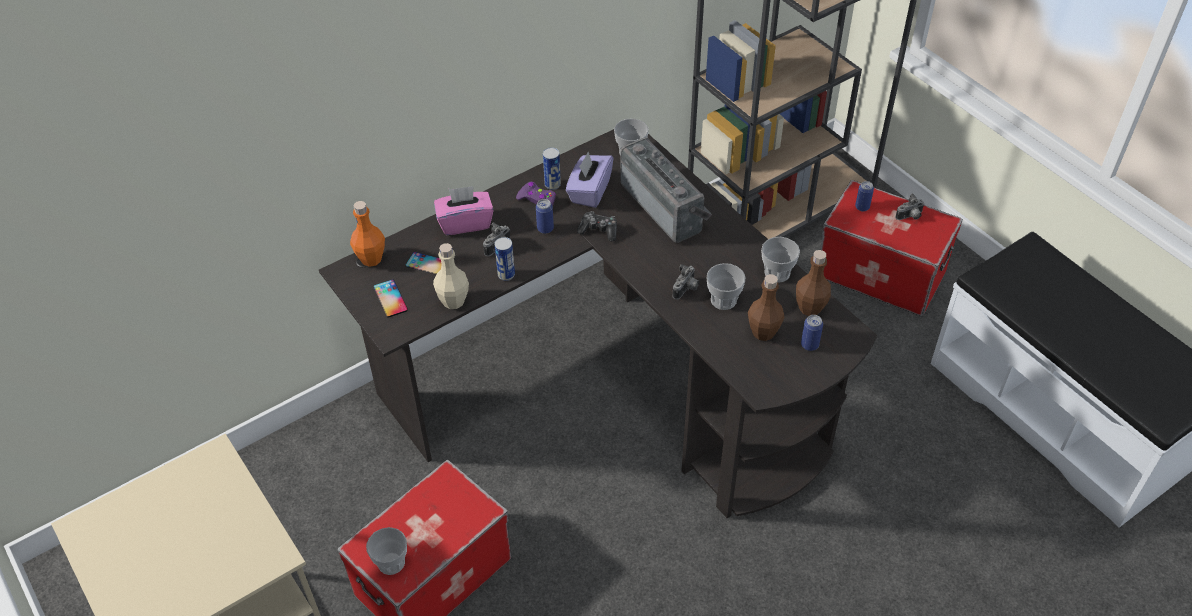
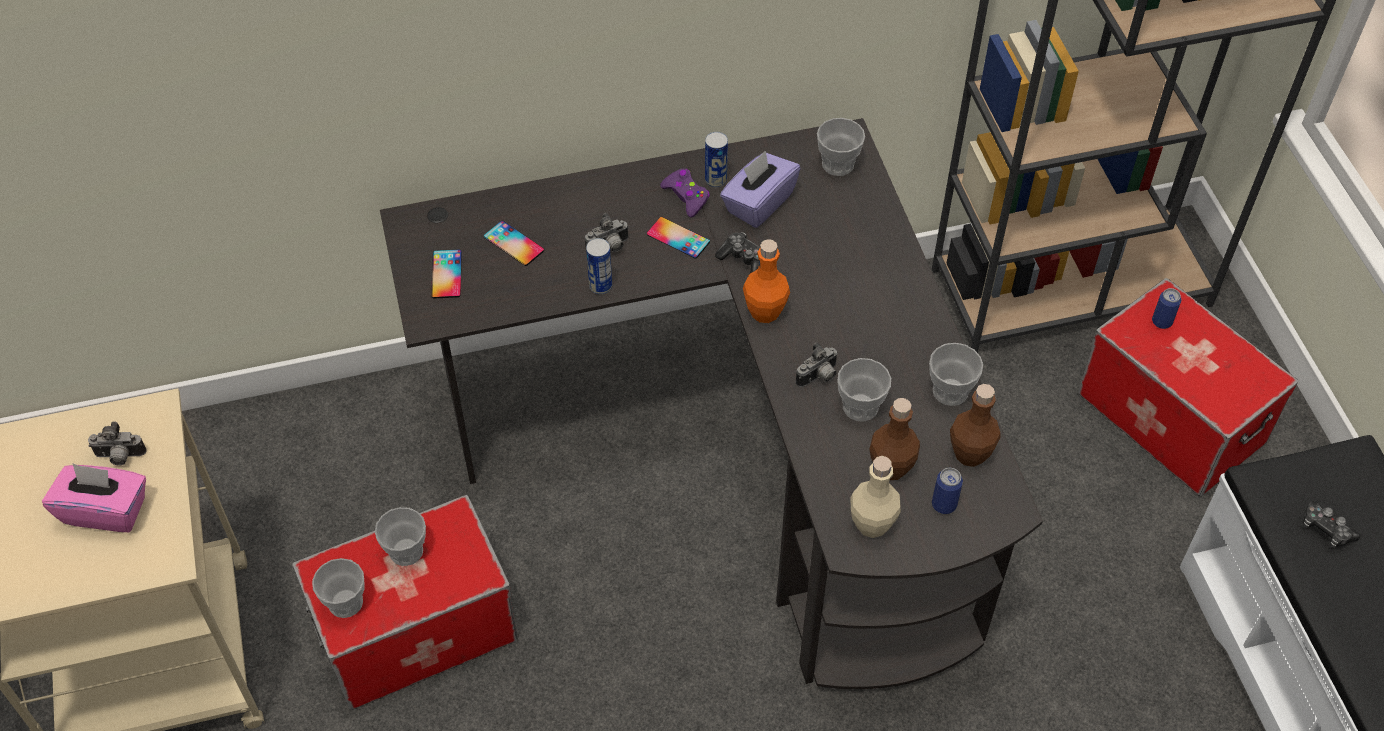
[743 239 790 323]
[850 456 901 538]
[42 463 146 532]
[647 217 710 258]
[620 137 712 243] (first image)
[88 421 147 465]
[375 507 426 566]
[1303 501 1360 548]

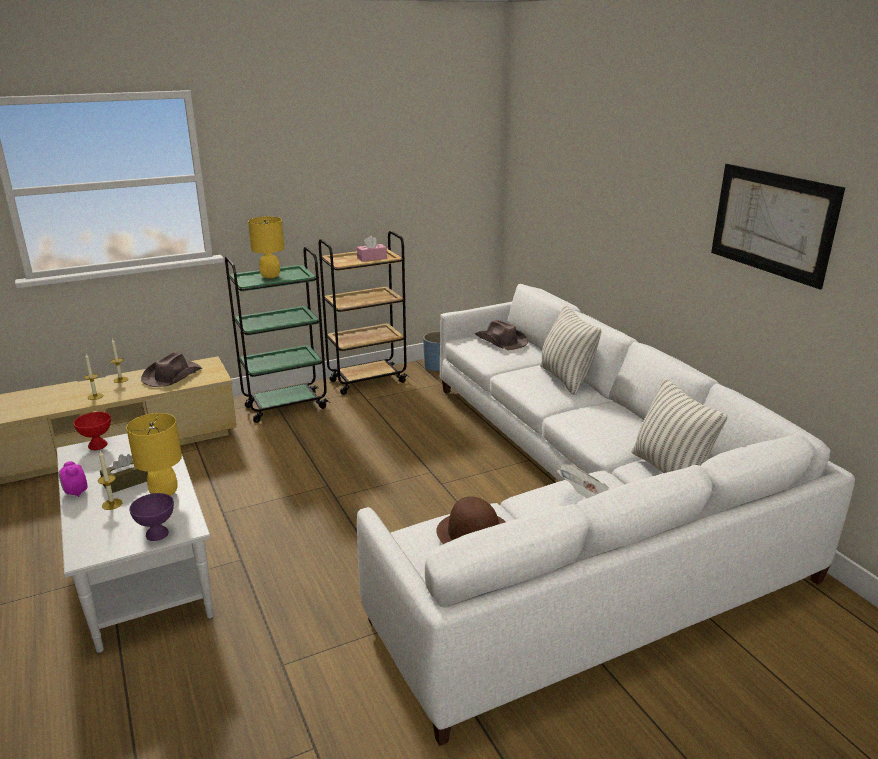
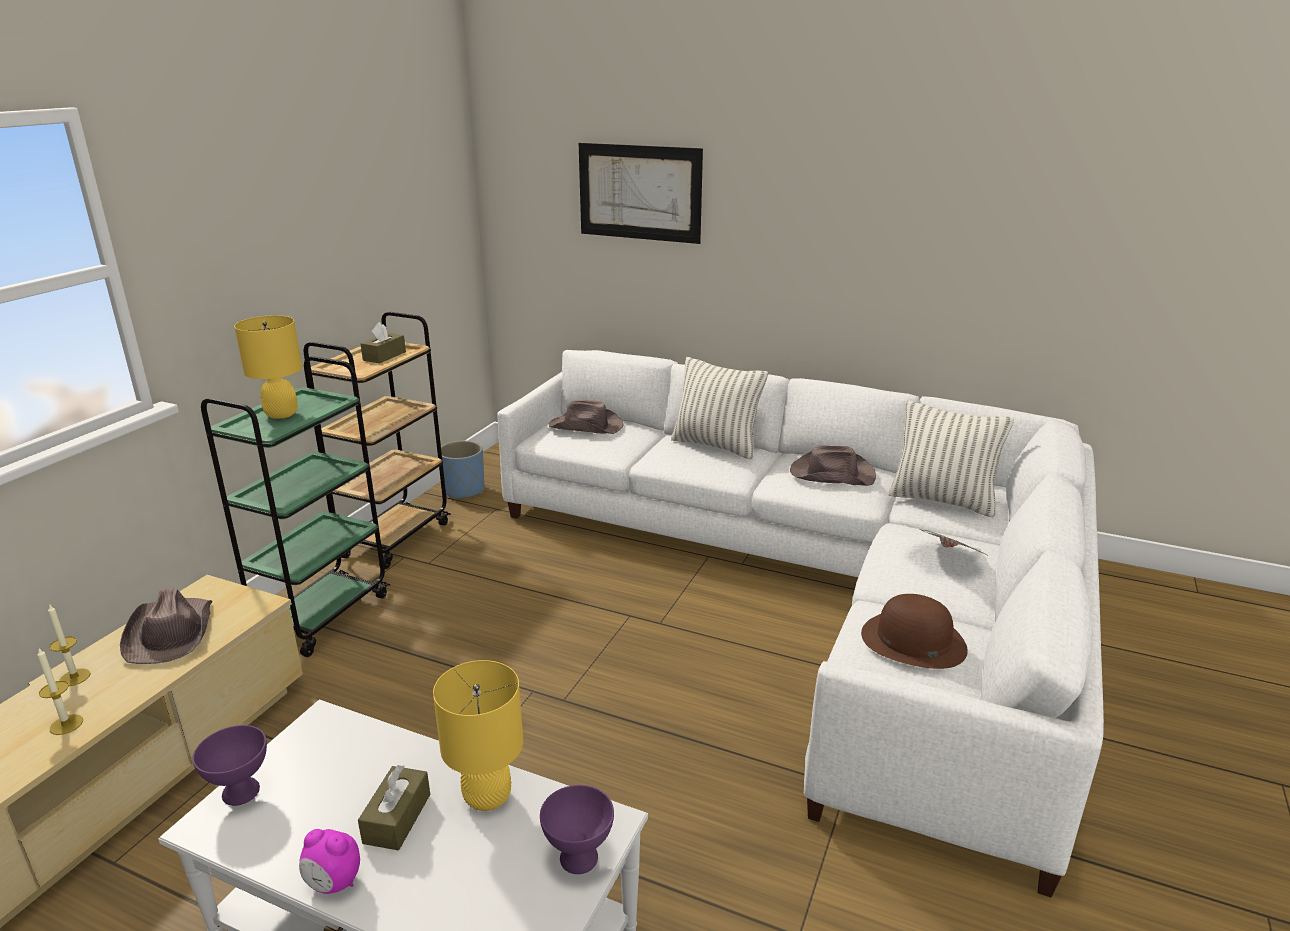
[192 725 267 806]
[98 451 123 510] (first image)
[361 322 406 363]
[579 143 703 244]
[790 445 876 486]

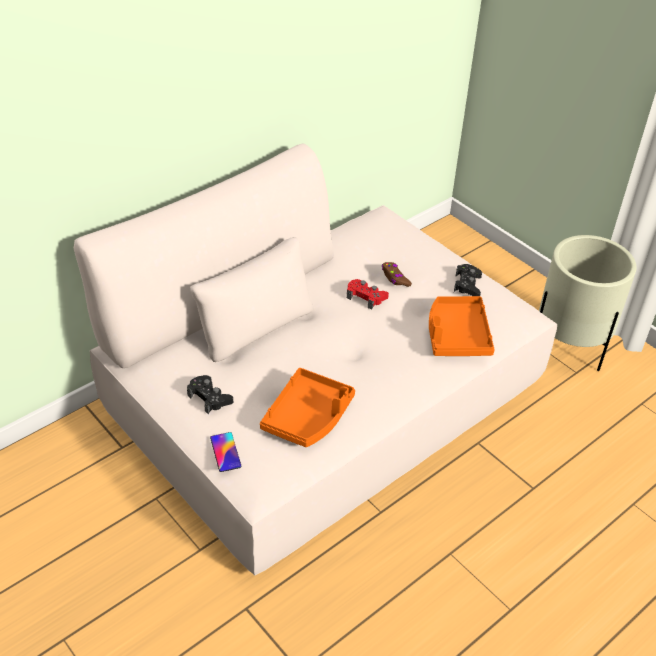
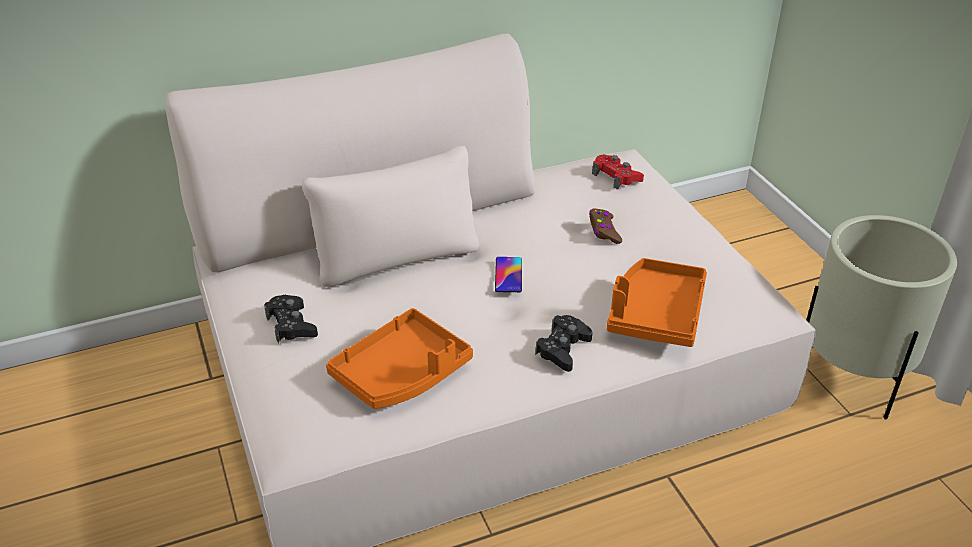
[495 257 522 292]
[592 154 644 190]
[535 315 592 372]

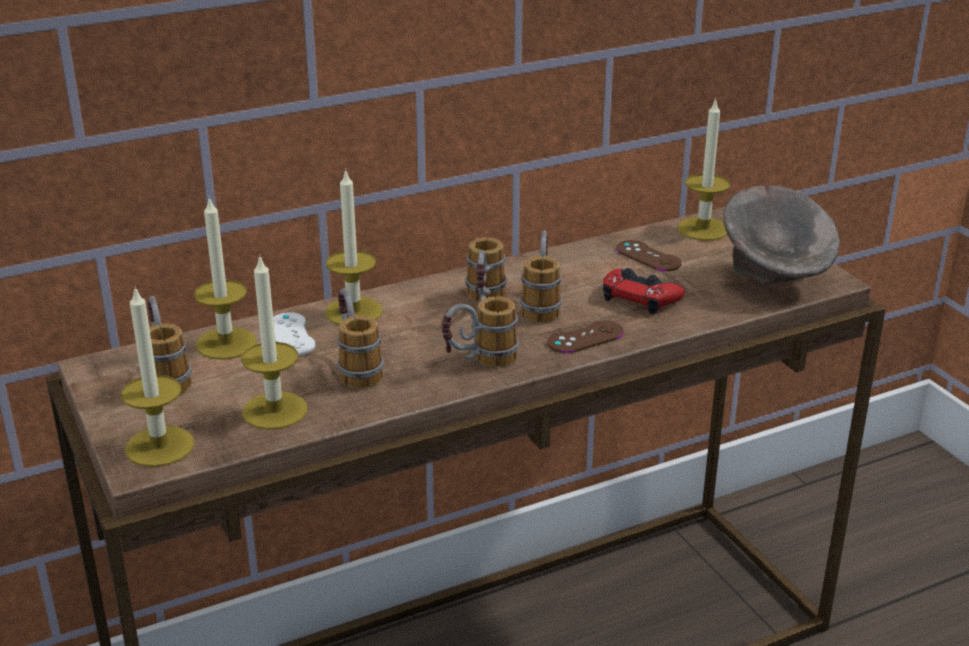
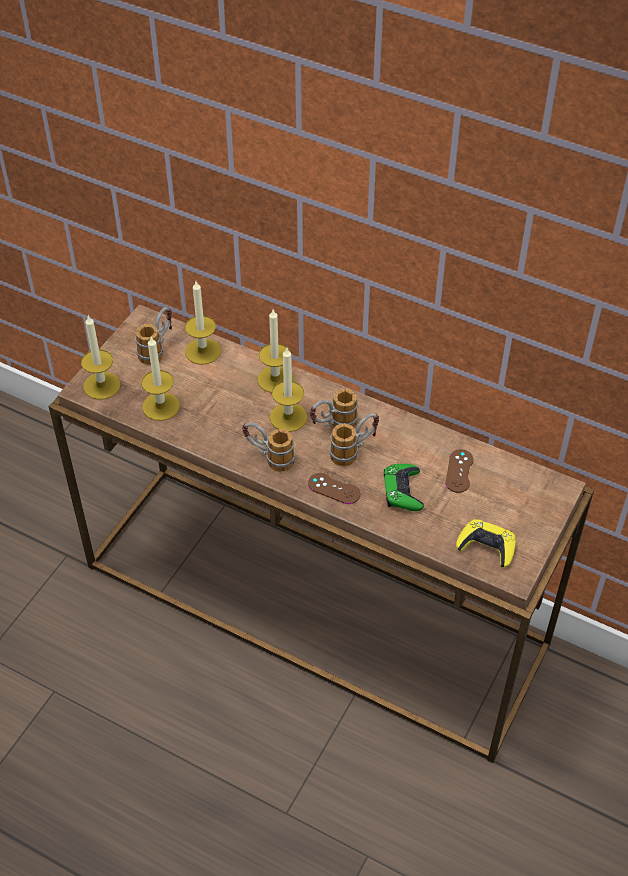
[273 312 315 356] (first image)
[337 288 384 389] (first image)
[384 464 424 511]
[270 348 307 432]
[456 519 516 568]

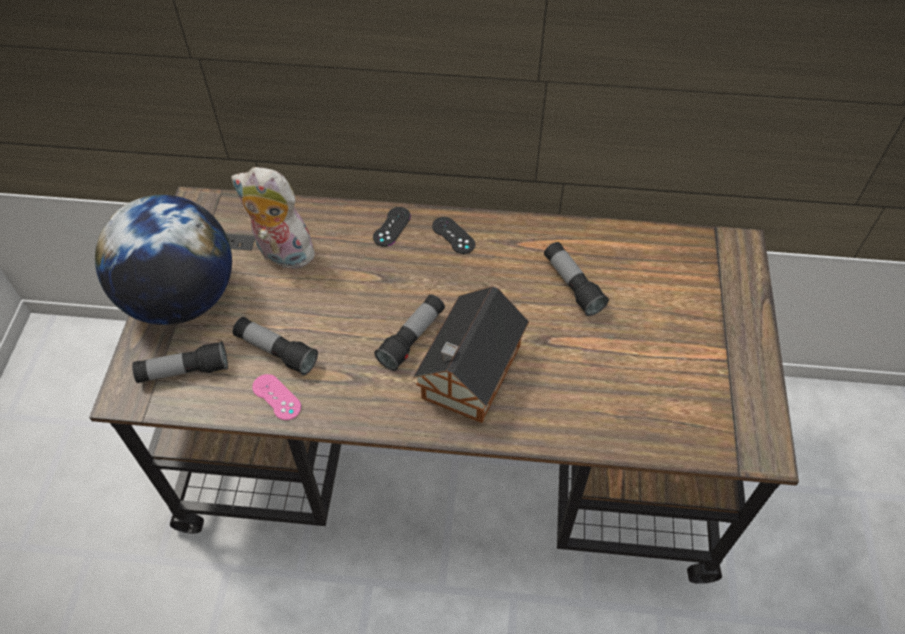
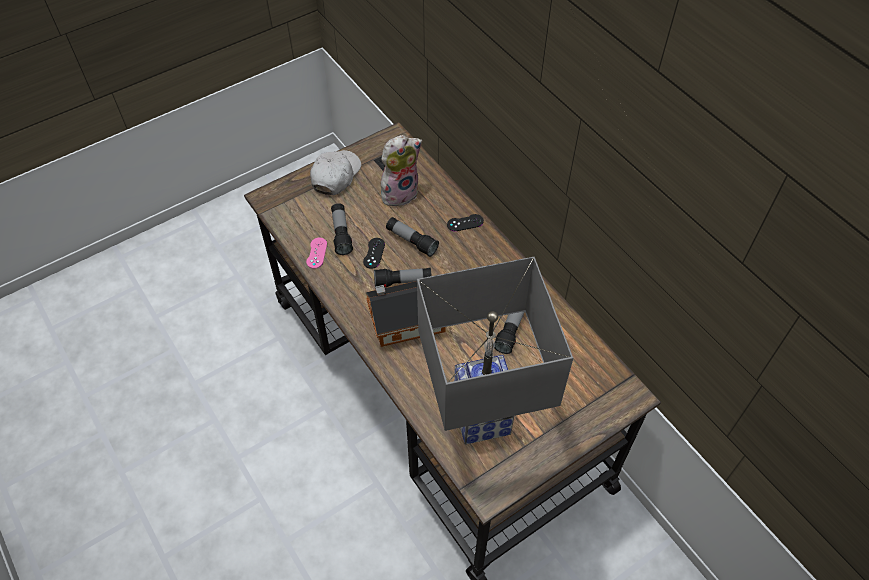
[310 150 361 195]
[386 217 439 257]
[381 135 422 206]
[363 238 385 269]
[417 257 573 445]

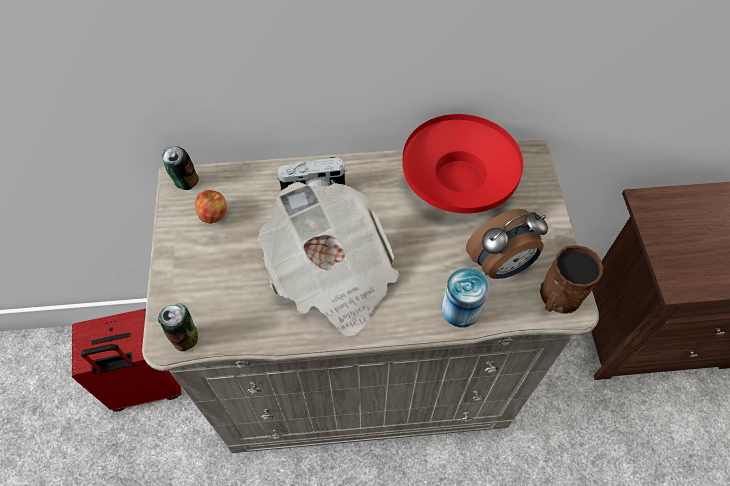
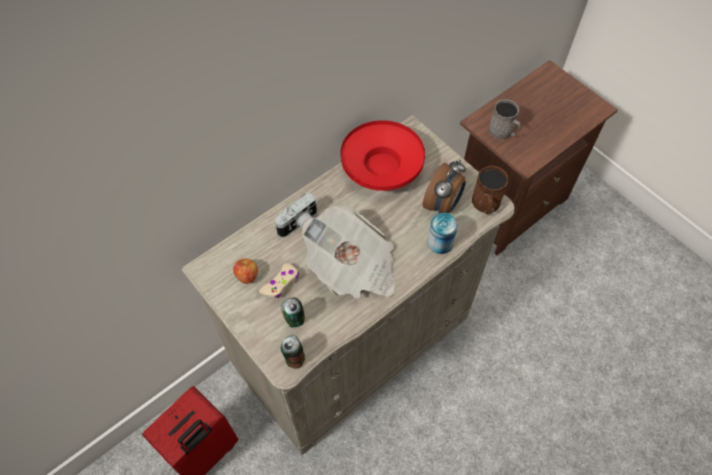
[281 297 305 328]
[259 263 299 298]
[489 99 521 139]

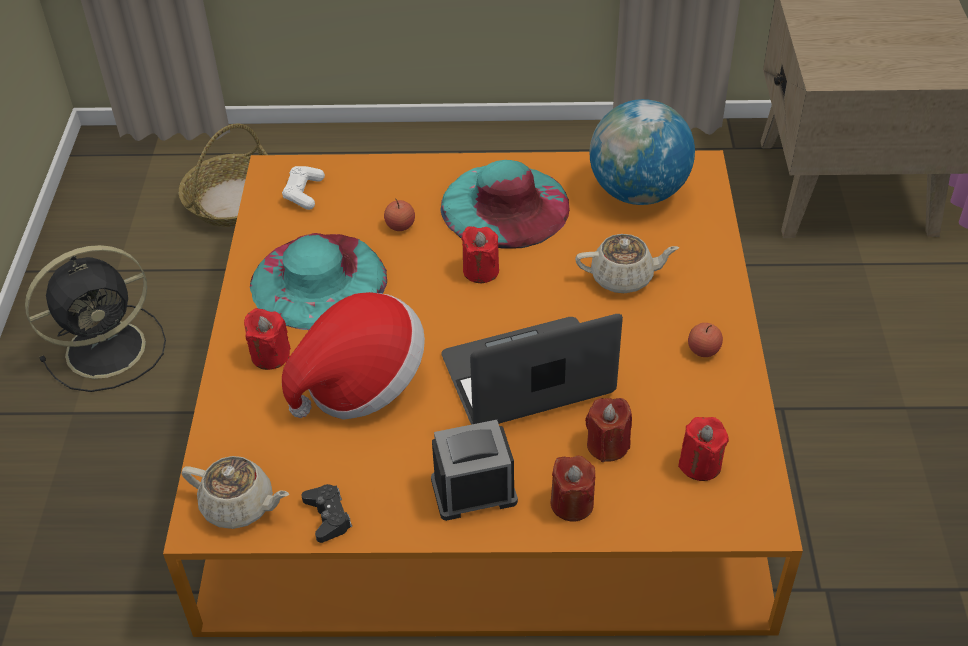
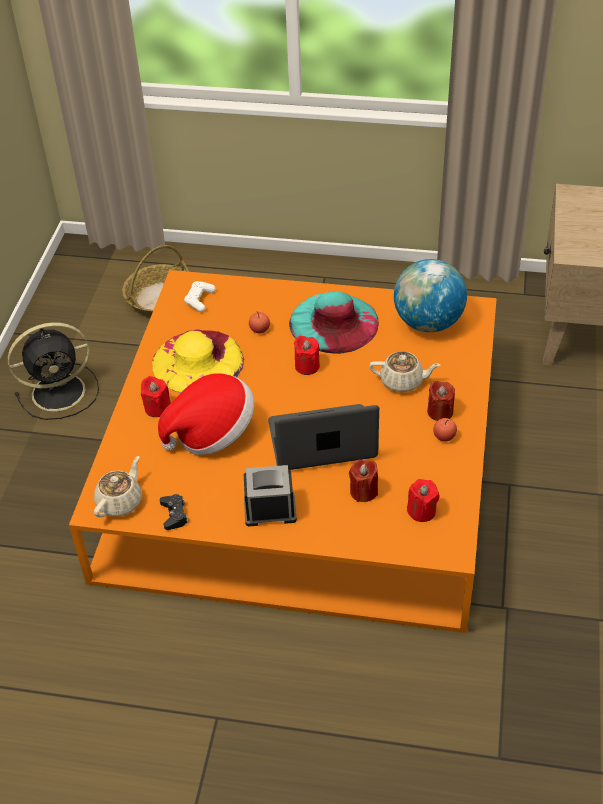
[94 456 142 517]
[152 329 244 393]
[427 381 455 421]

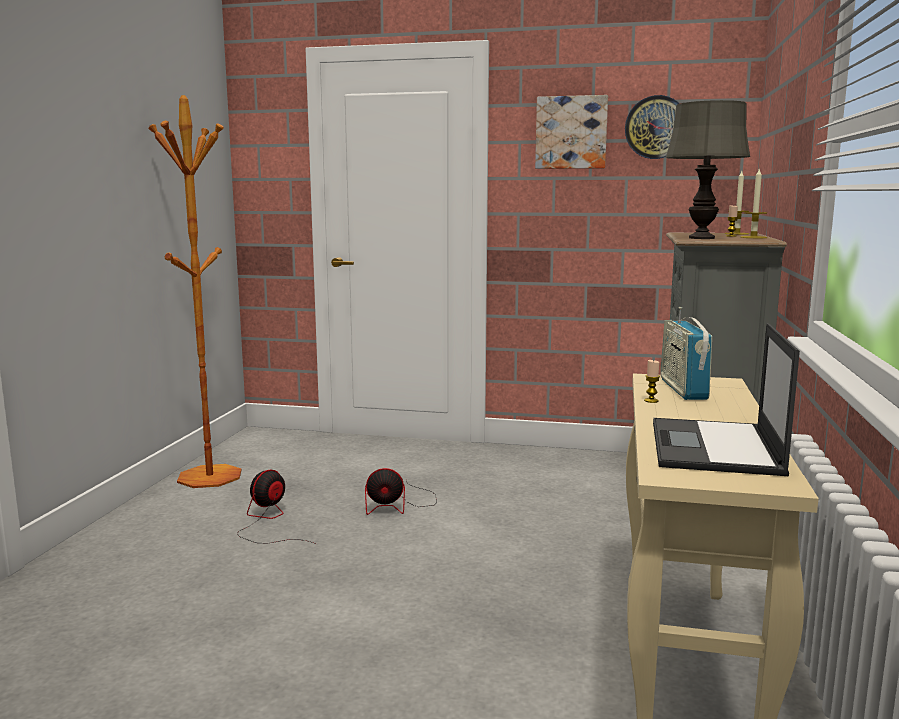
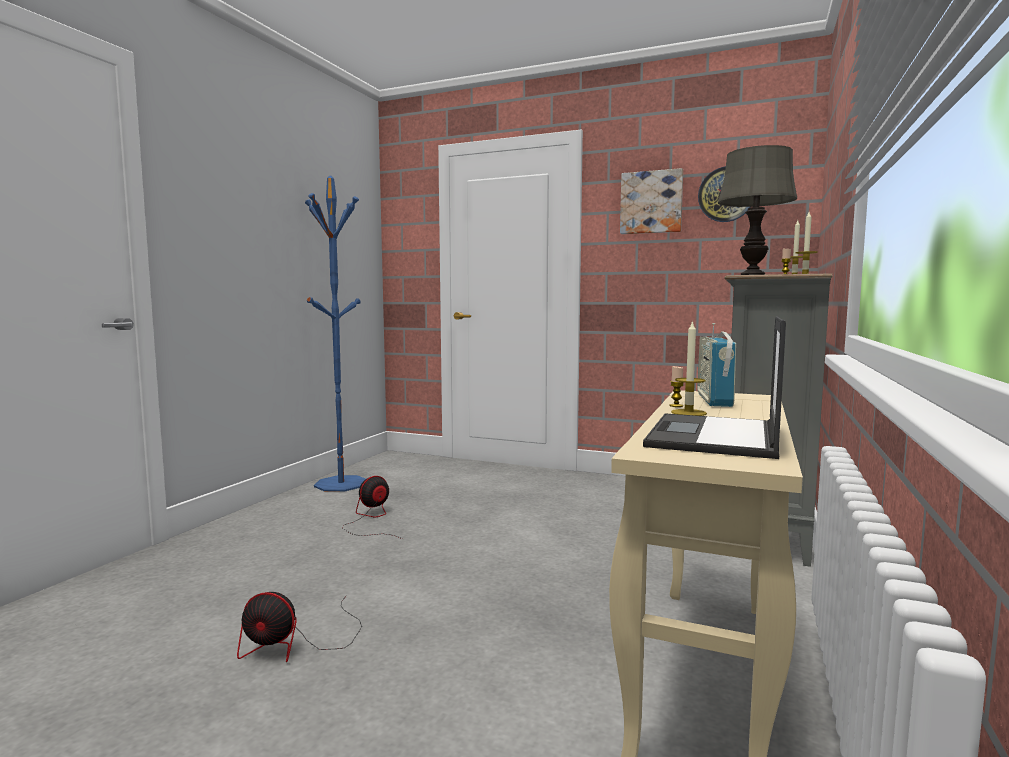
[305 176 366 491]
[237 592 362 662]
[671 320 707 416]

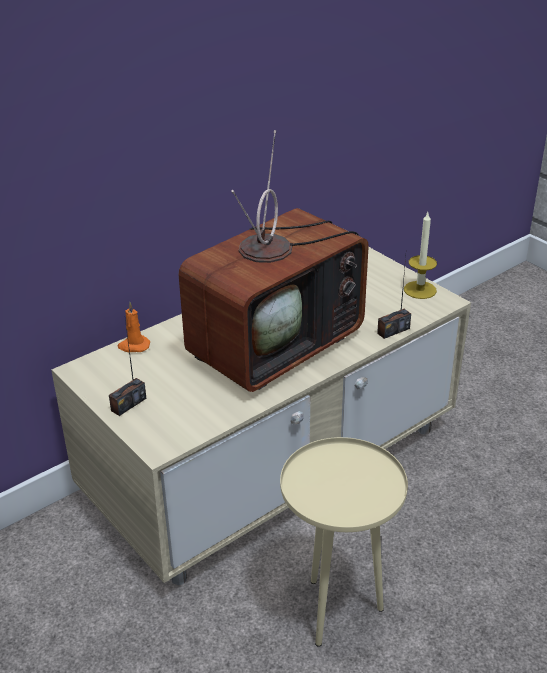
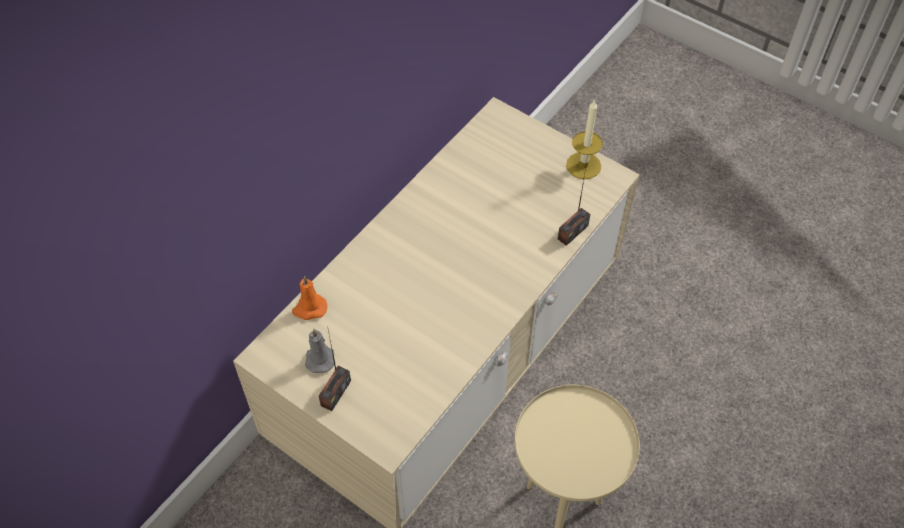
[179 130 369 392] (first image)
[305 329 335 373]

